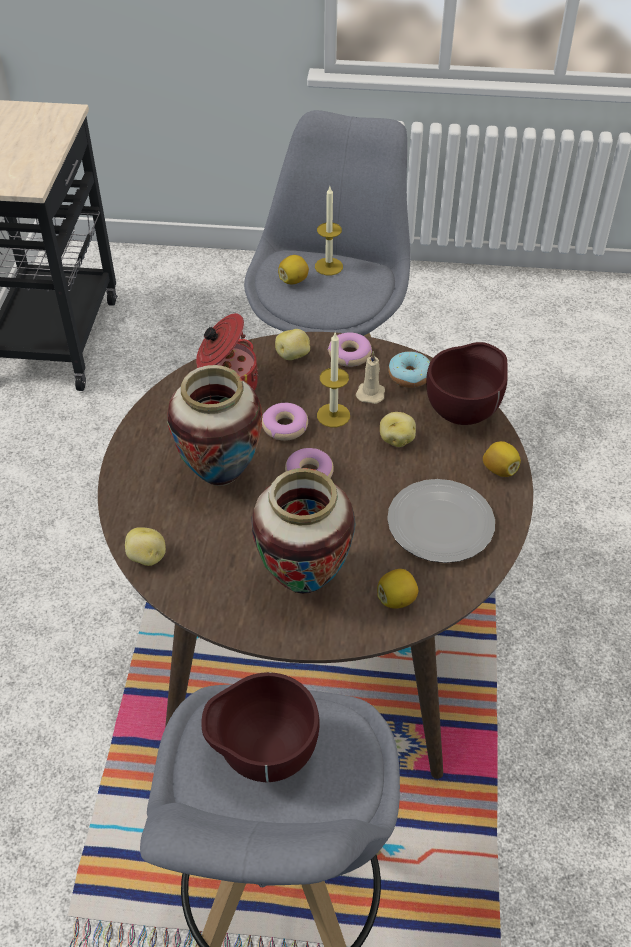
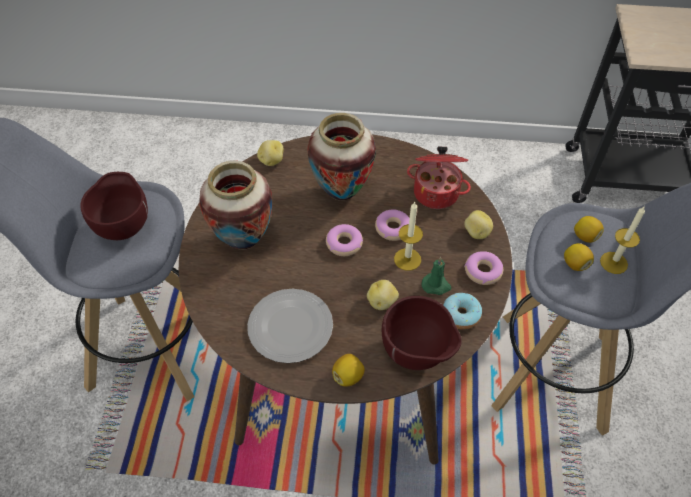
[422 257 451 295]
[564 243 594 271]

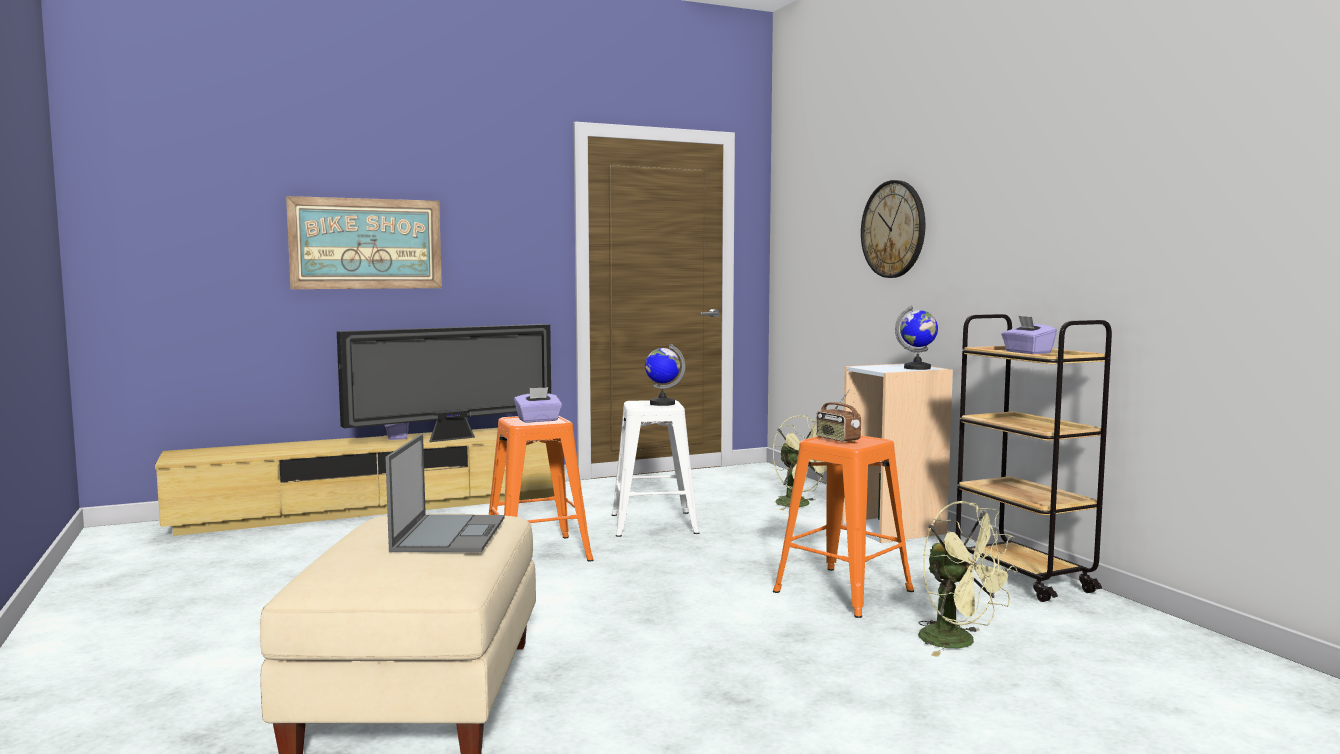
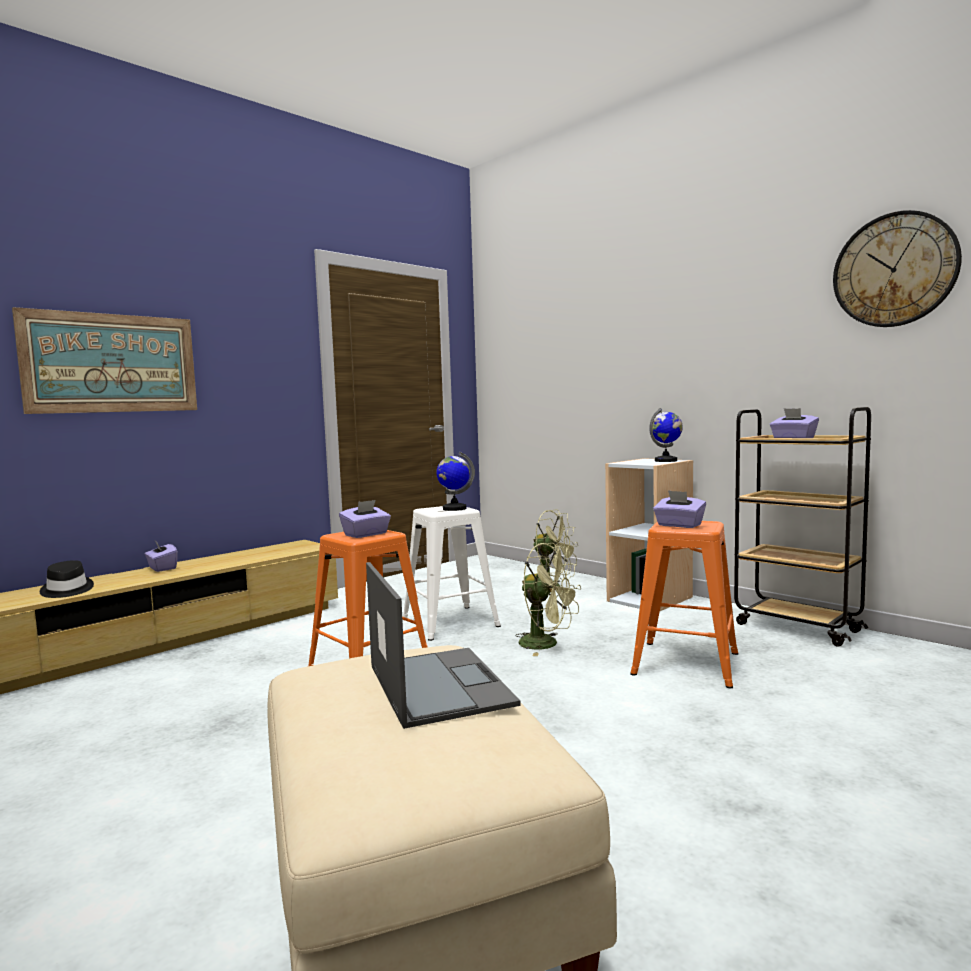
[337 324 551 442] (first image)
[653 490 706 528]
[833 210 962 327]
[515 543 581 656]
[40 560 94 598]

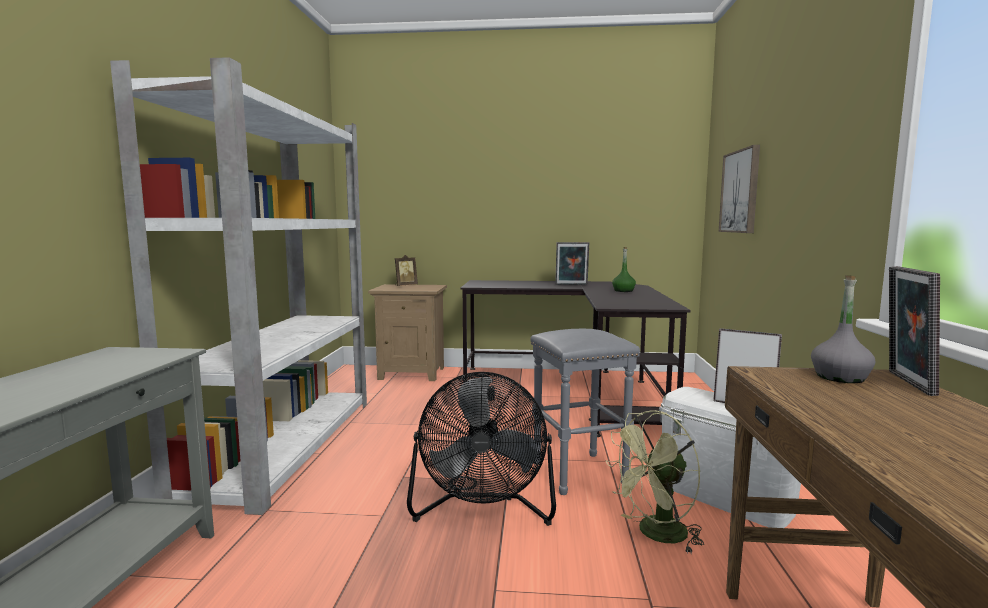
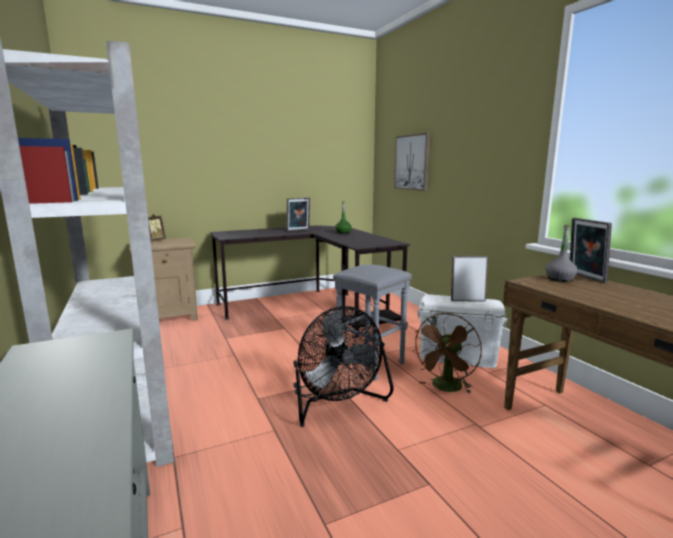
[413 313 482 394]

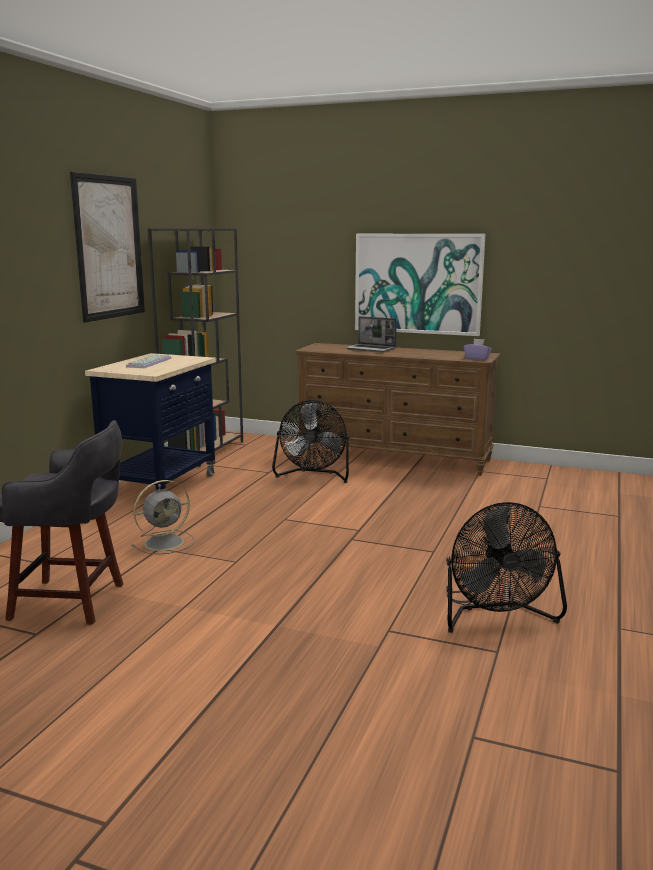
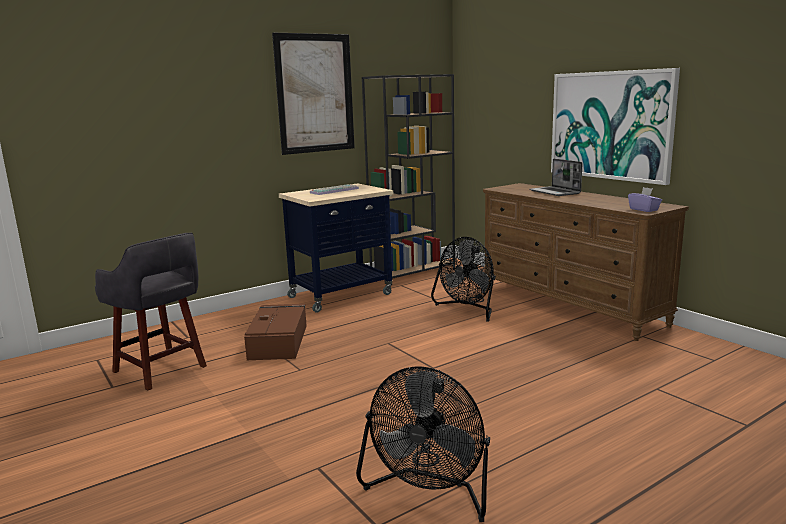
[244 304 307 360]

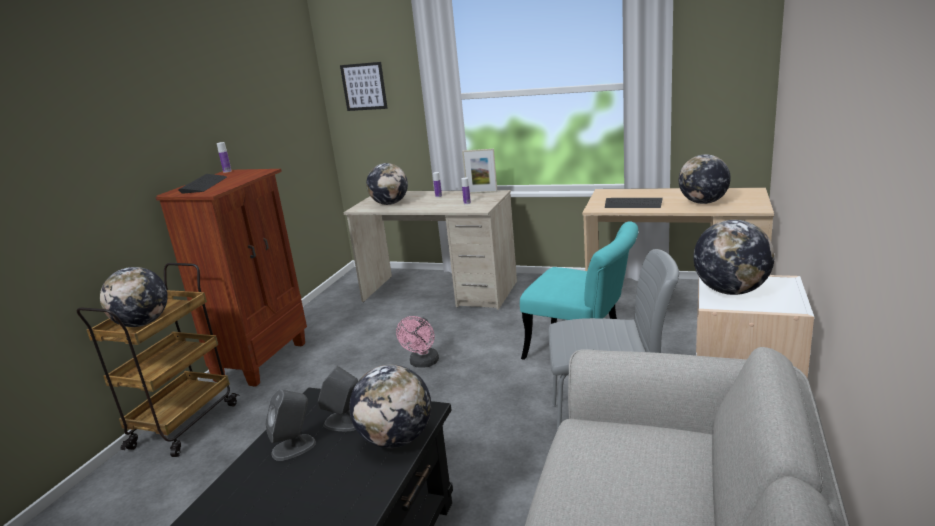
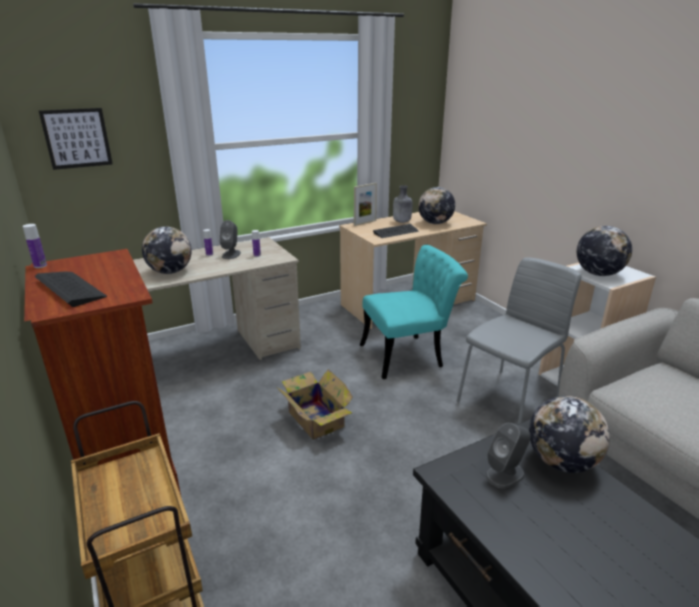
[100 267 168 327] (first image)
[220 220 241 259]
[276 369 353 440]
[354 183 377 226]
[393 185 412 223]

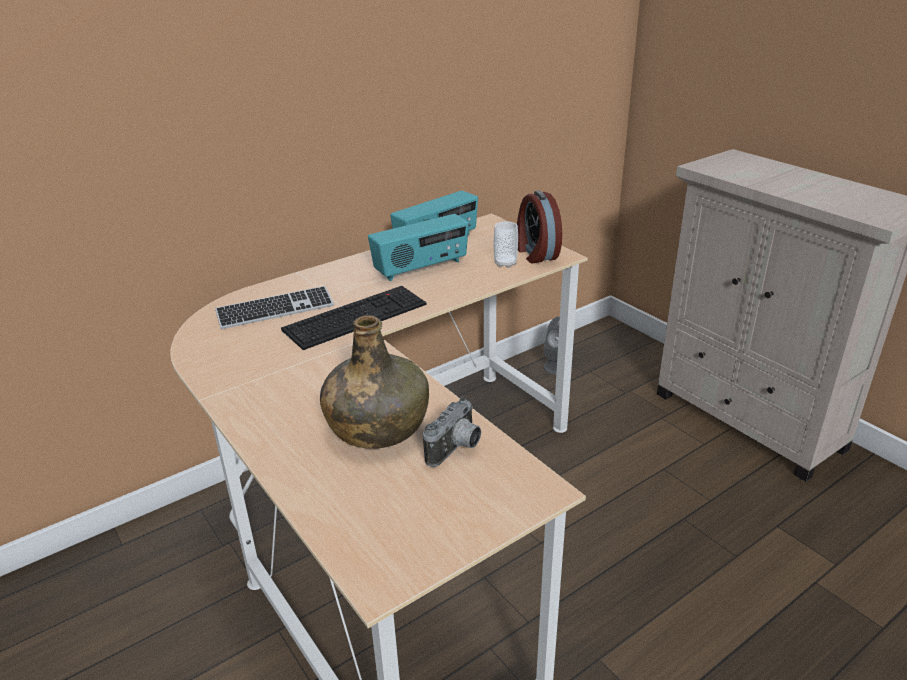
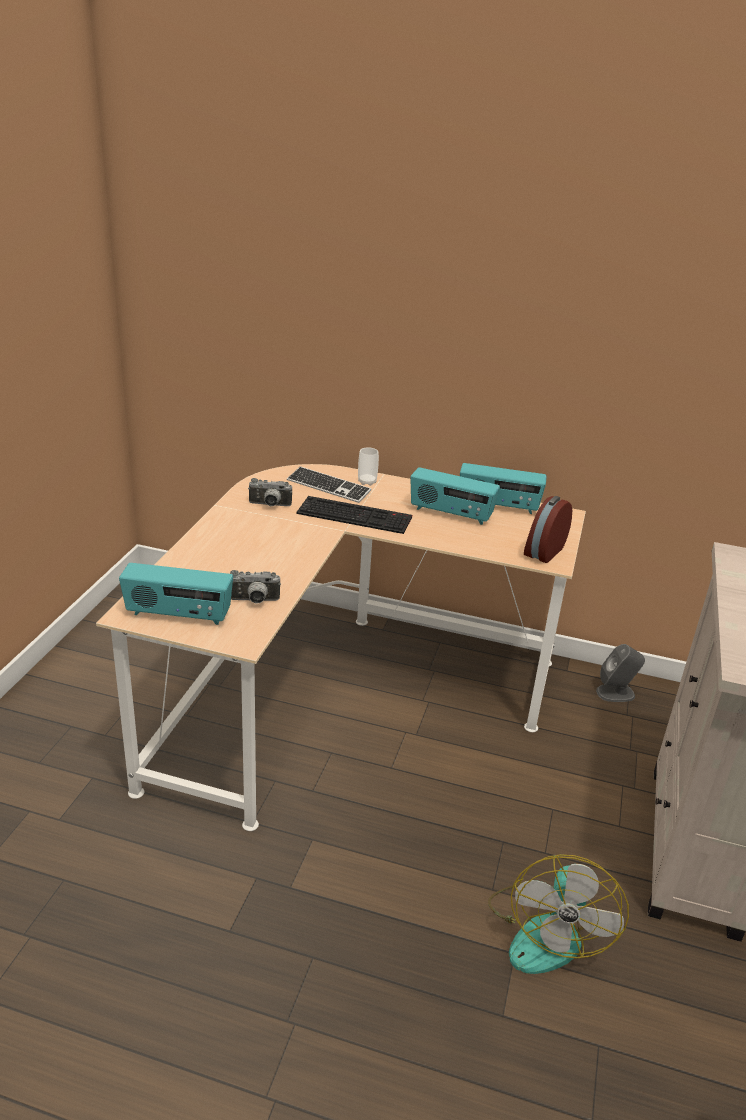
[320 315 429 449] (first image)
[358 447 379 486]
[119 563 233 625]
[248 478 292 506]
[488 854 629 974]

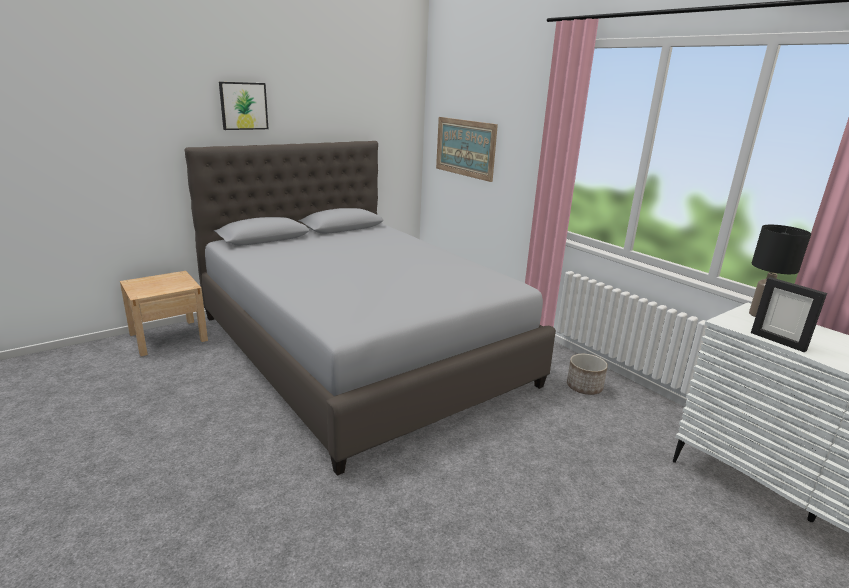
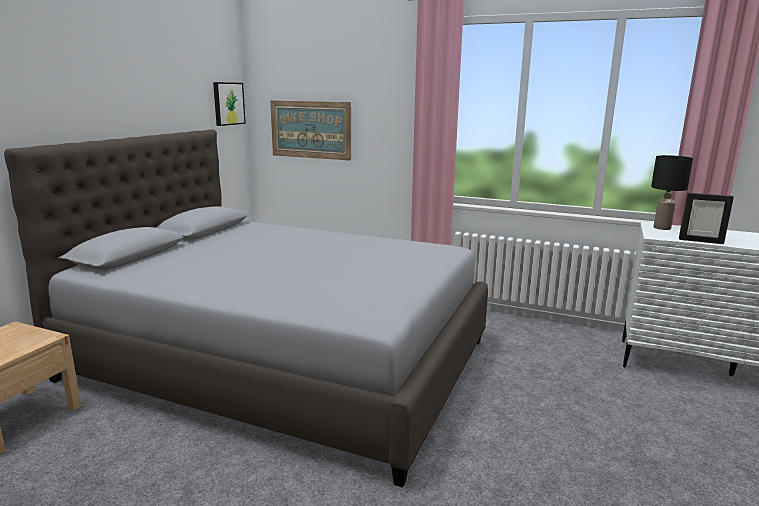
[213 82 246 126]
[567 354 608 395] (first image)

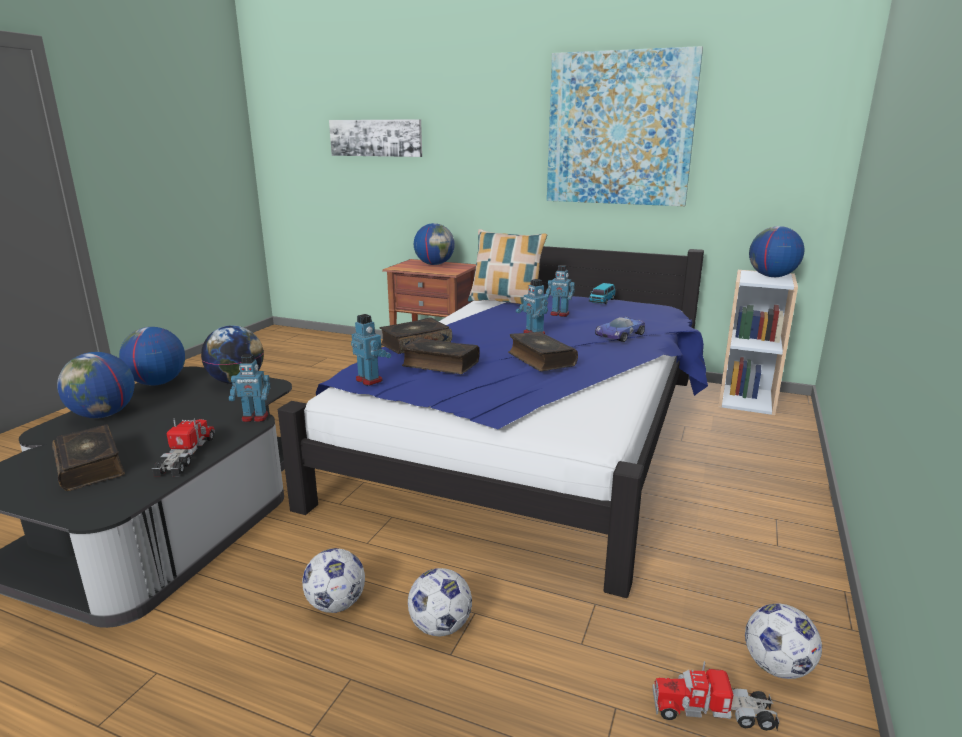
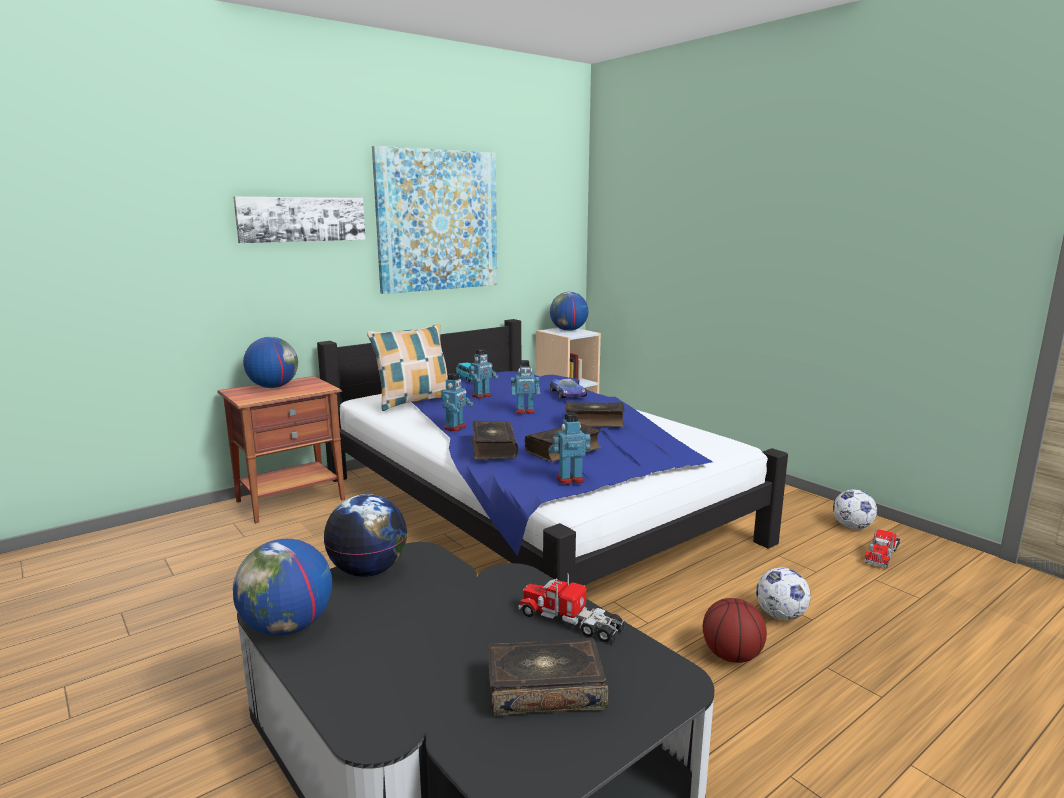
[57 352 135 418] (first image)
[442 373 474 432]
[703 598 767 663]
[233 197 366 243]

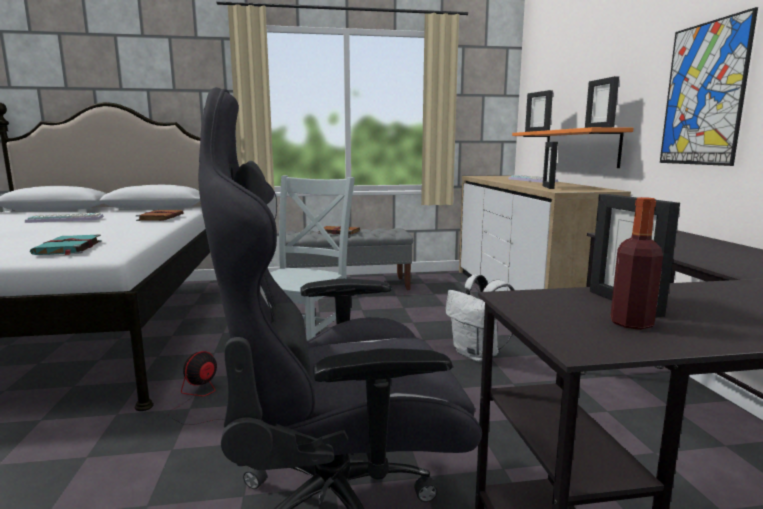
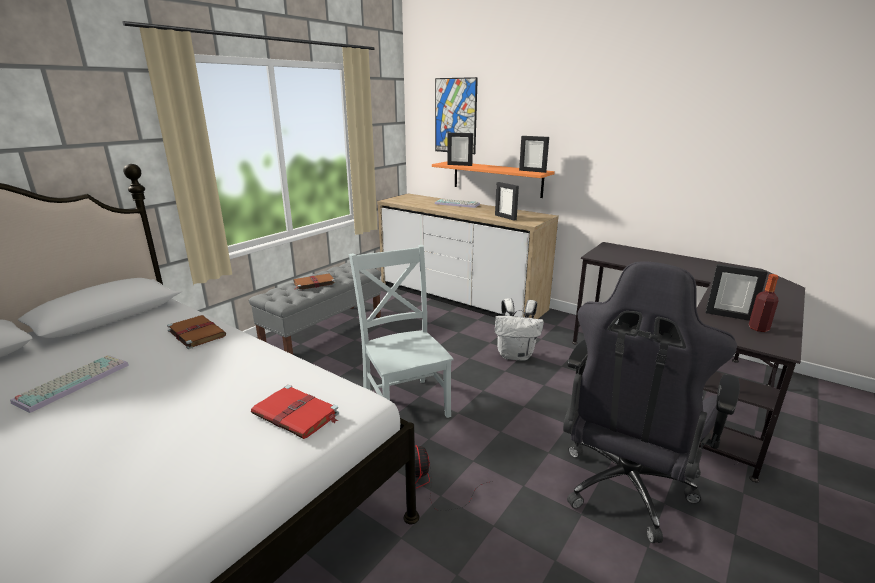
[251 385 339 439]
[435 77 478 154]

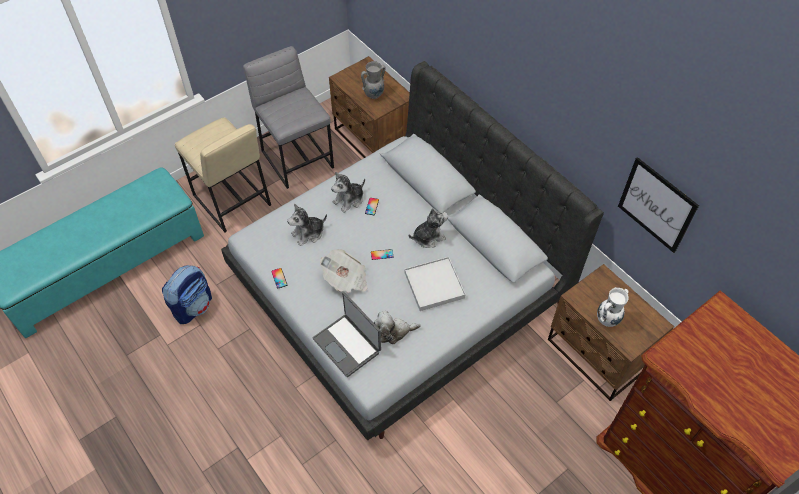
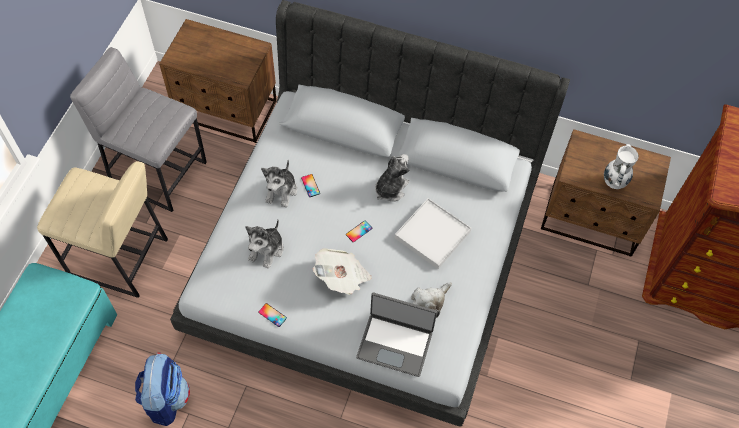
[361 61 386 99] (first image)
[618 157 699 253] (first image)

